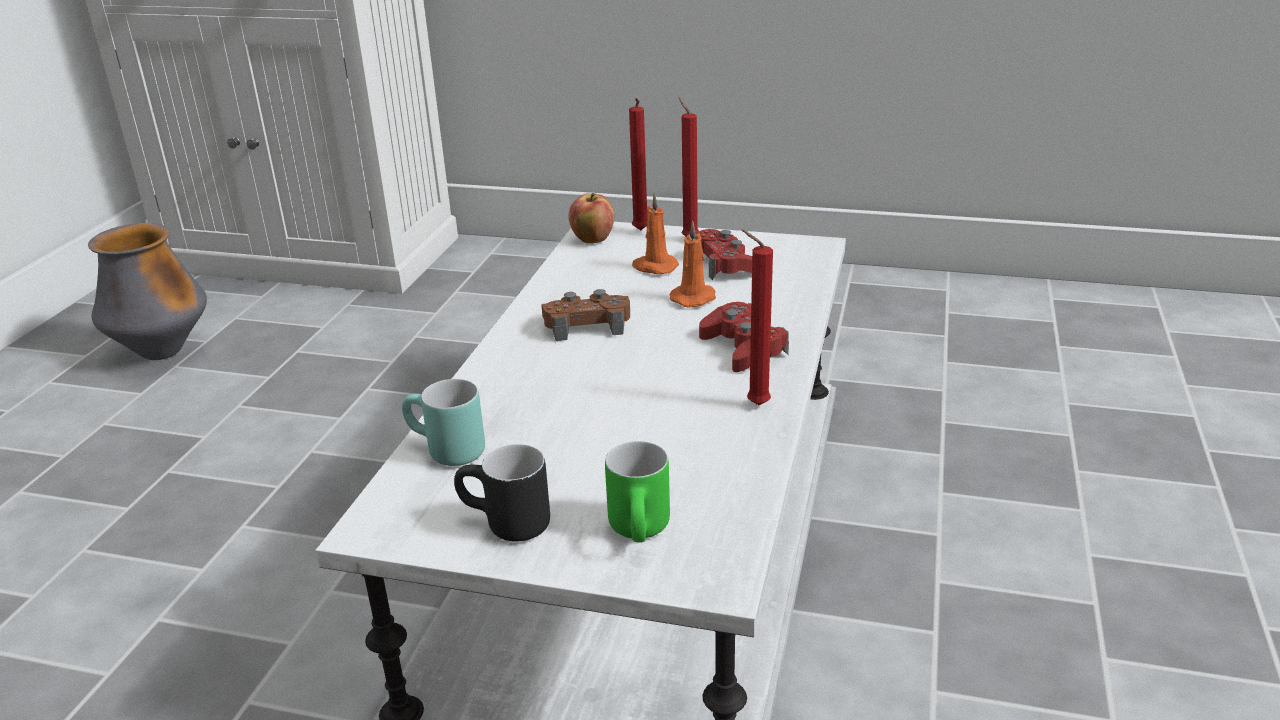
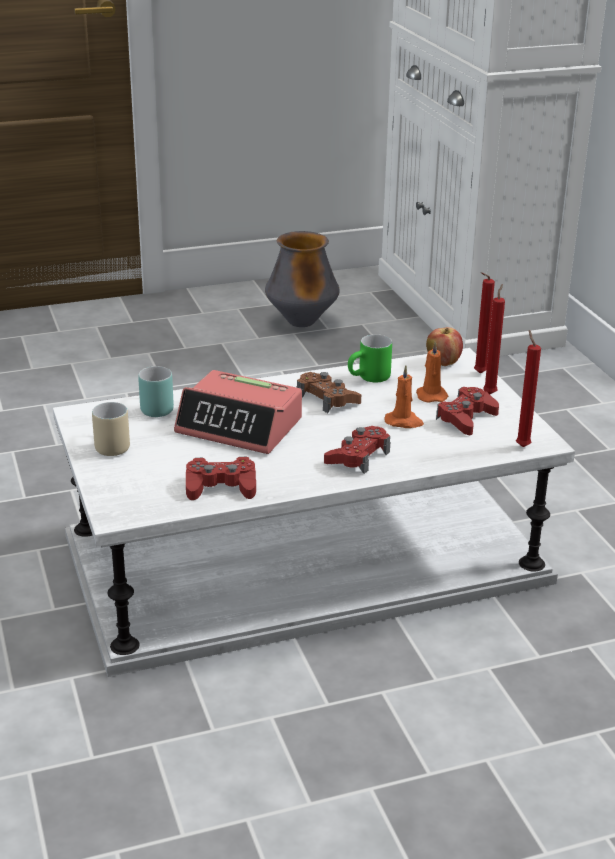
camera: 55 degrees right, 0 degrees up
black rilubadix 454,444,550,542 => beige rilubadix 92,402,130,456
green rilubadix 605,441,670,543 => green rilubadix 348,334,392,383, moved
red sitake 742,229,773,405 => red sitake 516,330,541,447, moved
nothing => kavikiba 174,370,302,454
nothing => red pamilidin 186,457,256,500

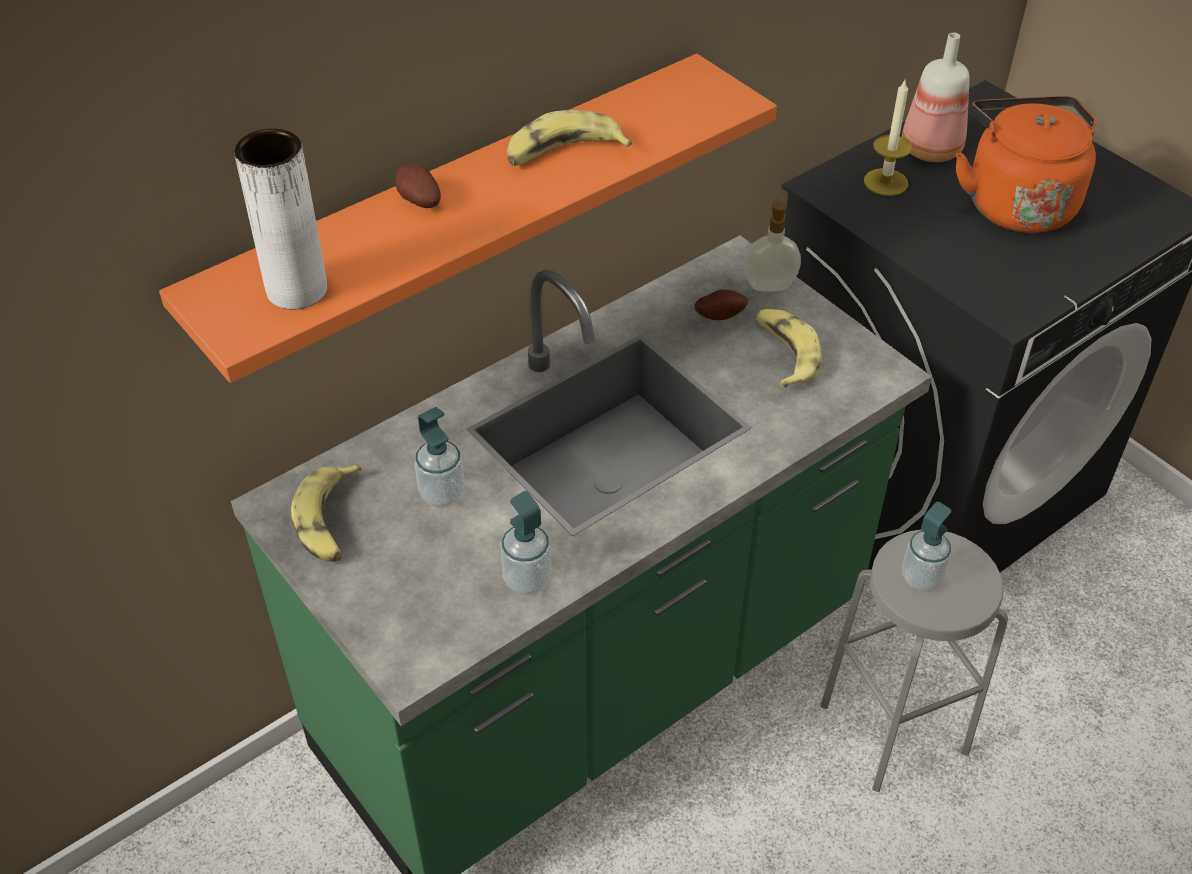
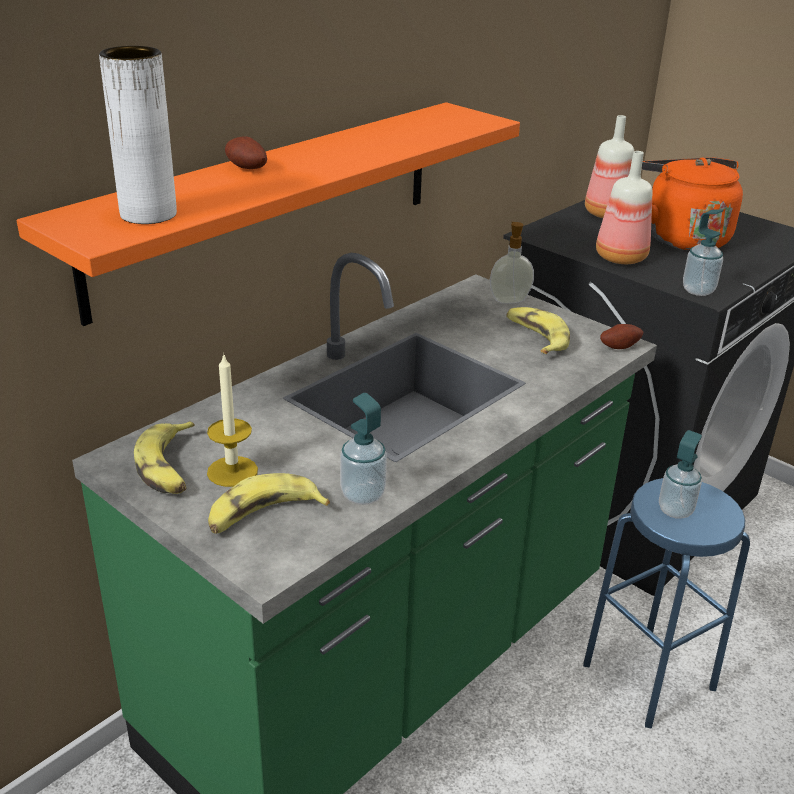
camera: 10 degrees left, 15 degrees down
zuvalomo 415,407,465,508 => zuvalomo 683,209,723,296, moved
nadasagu 507,110,632,166 => nadasagu 208,473,330,534, moved
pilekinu 694,289,748,320 => pilekinu 600,324,643,349, moved
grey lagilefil 820,530,1008,792 => blue lagilefil 583,478,750,728
sitake 864,78,912,196 => sitake 207,353,258,487, moved
nothing => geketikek 596,151,652,264

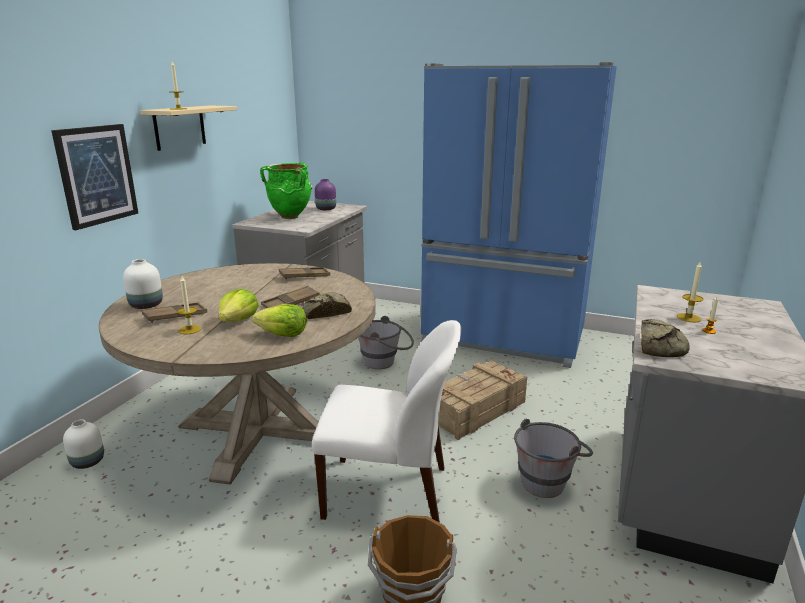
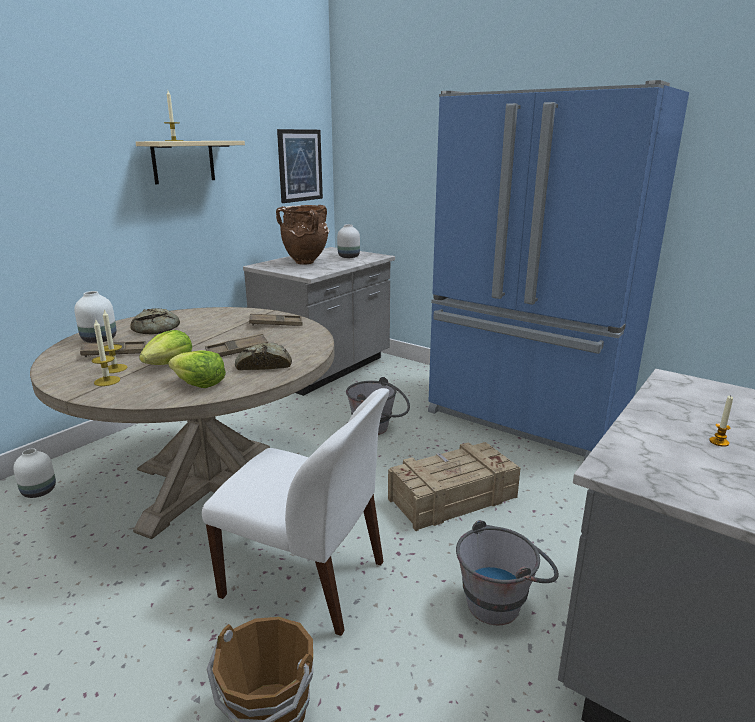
camera: 15 degrees right, 0 degrees up
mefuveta 51,124,138,230 => mefuveta 277,129,323,203, moved
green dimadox 260,162,312,219 => brown dimadox 276,205,329,265
purple dimadox 315,179,336,210 => white dimadox 337,224,360,258
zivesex 641,319,689,357 => zivesex 130,308,180,334, moved
sitake 677,262,703,323 => sitake 92,320,120,386, moved

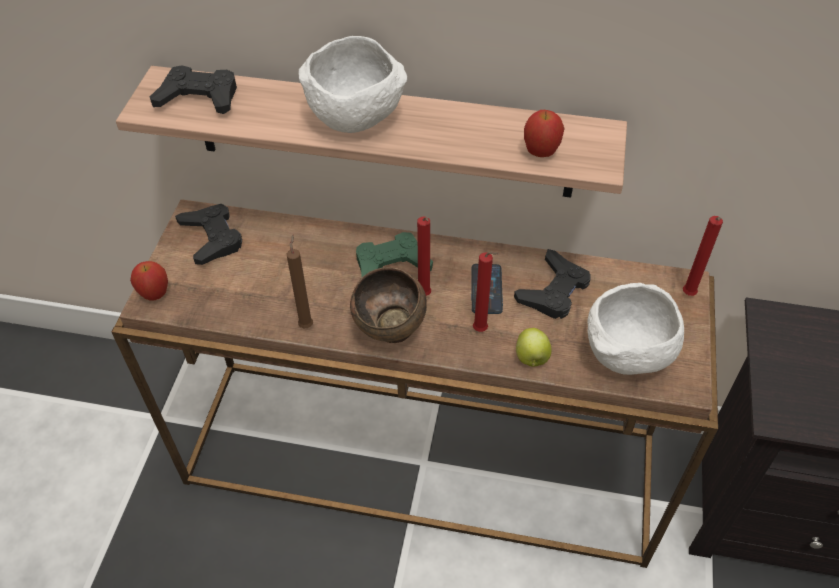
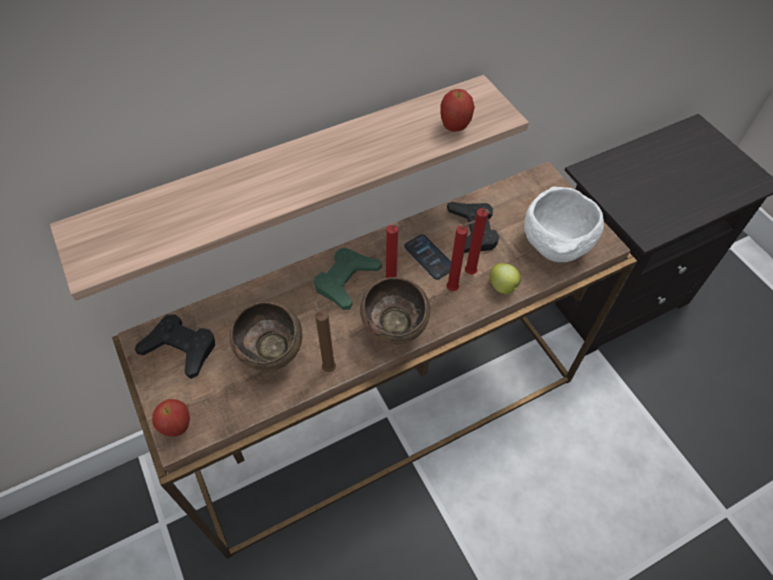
camera: 40 degrees left, 5 degrees up
black pamilidin 150,65,237,114 => nothing
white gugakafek 299,36,407,133 => nothing
red sitake 683,216,723,296 => red sitake 465,208,490,274, moved
nothing => brown gugakafek 230,302,303,371

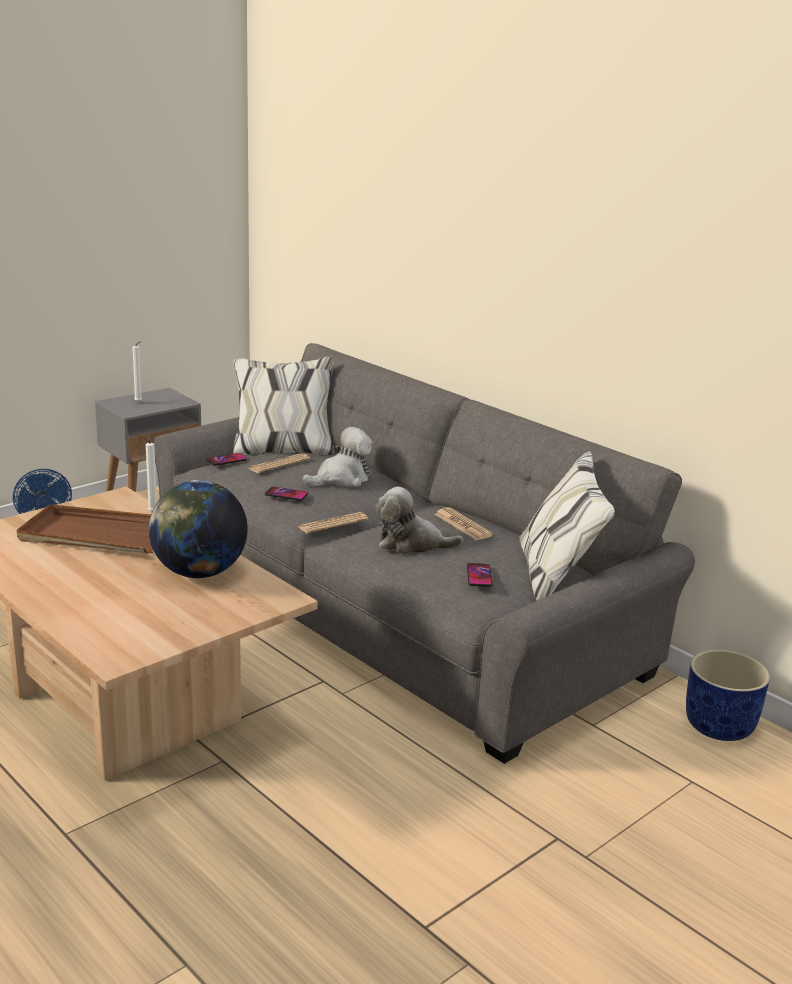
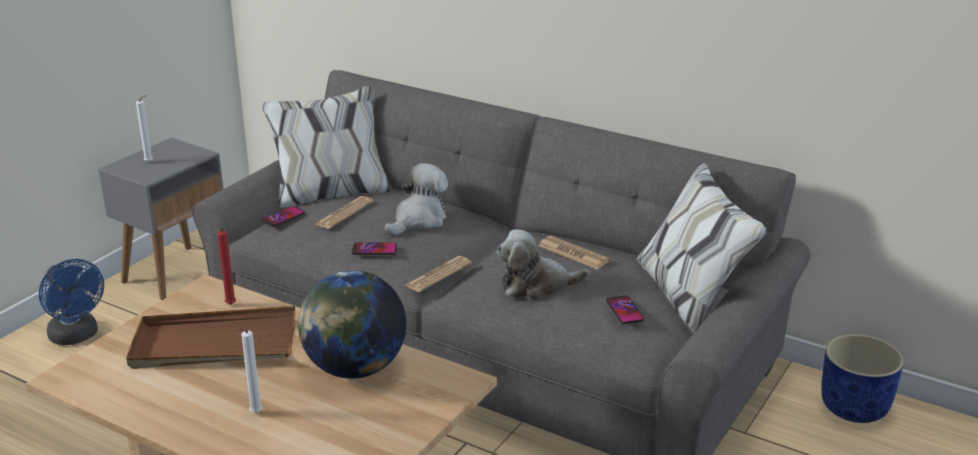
camera: 15 degrees left, 5 degrees up
white sitake 142,438,157,512 => white sitake 239,329,262,413, moved
nothing => red sitake 217,228,236,305

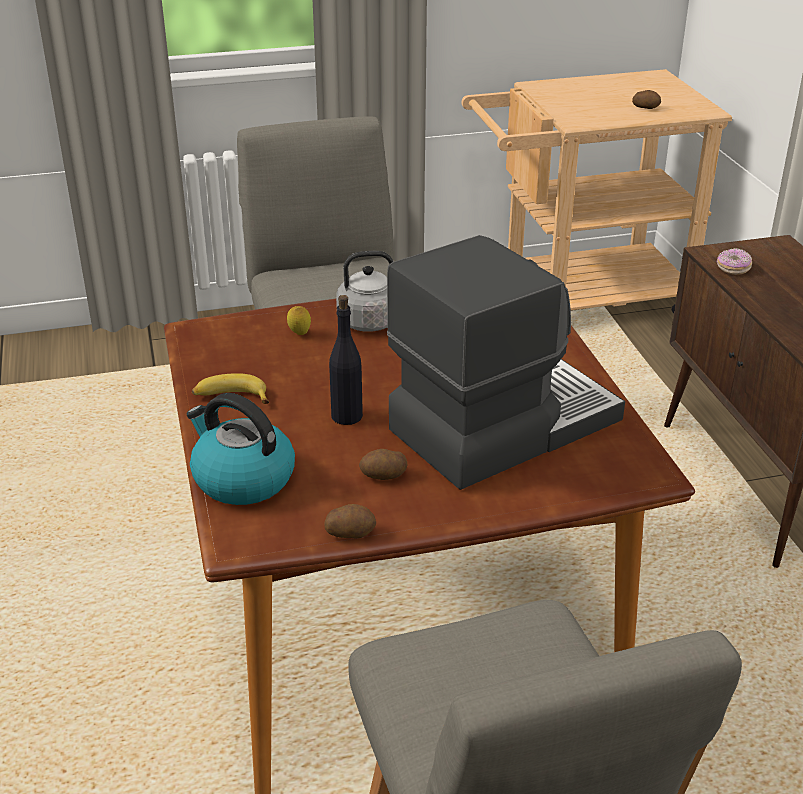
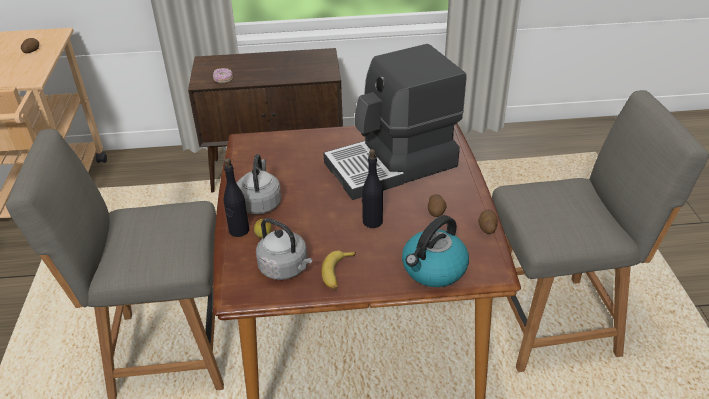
camera: 80 degrees left, 5 degrees up
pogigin 387,235,625,490 => pogigin 323,44,466,200, 90 degrees counterclockwise
nothing => black geketikek 223,158,249,237
nothing => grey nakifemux 256,218,312,280

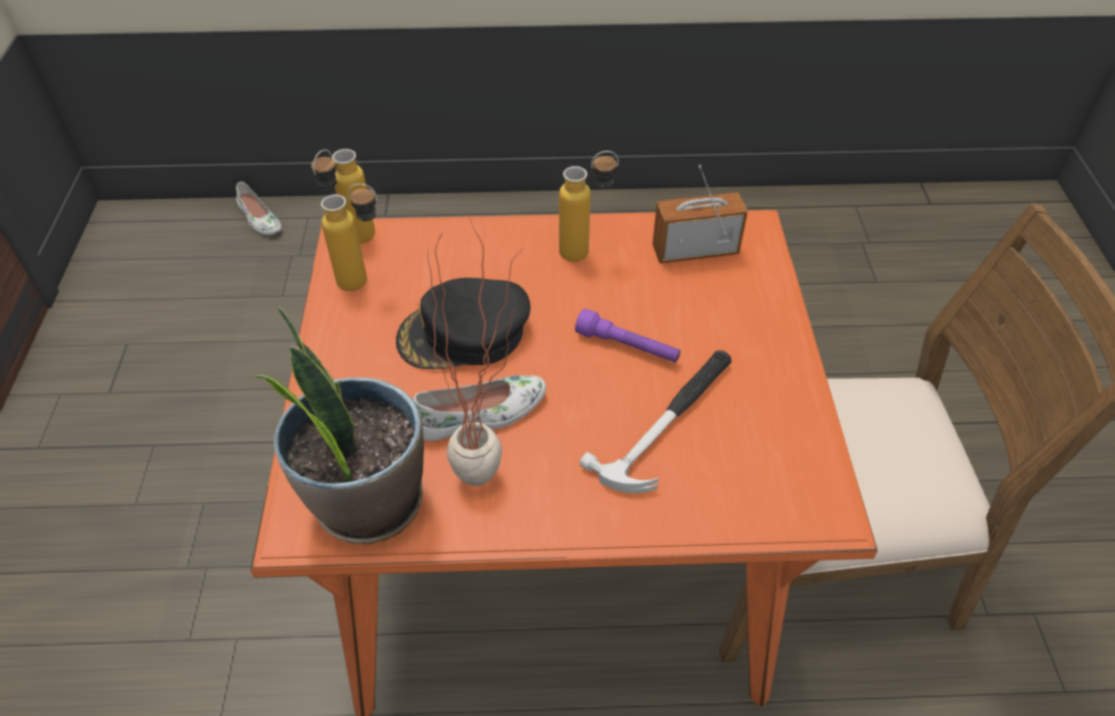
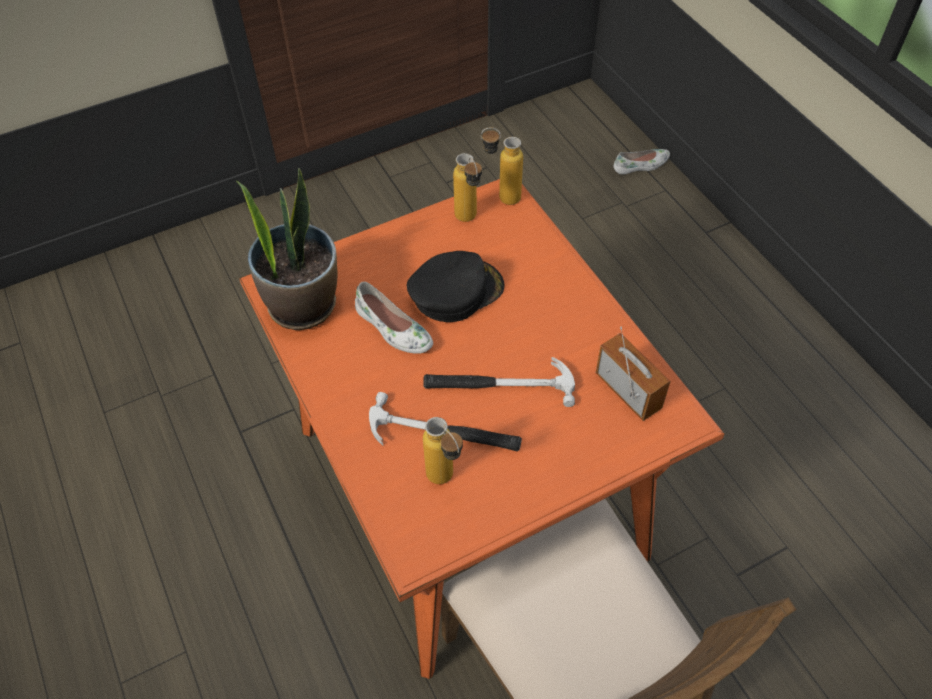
camera: 65 degrees right, 5 degrees up
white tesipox 236,182,282,235 => white tesipox 614,149,670,174, 135 degrees counterclockwise
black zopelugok 396,278,531,369 => black zopelugok 407,251,505,322, 105 degrees clockwise
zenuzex 428,217,523,486 => nothing
geketikek 559,151,619,262 => geketikek 423,417,463,484, moved
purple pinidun 575,309,681,362 => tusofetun 423,357,575,407

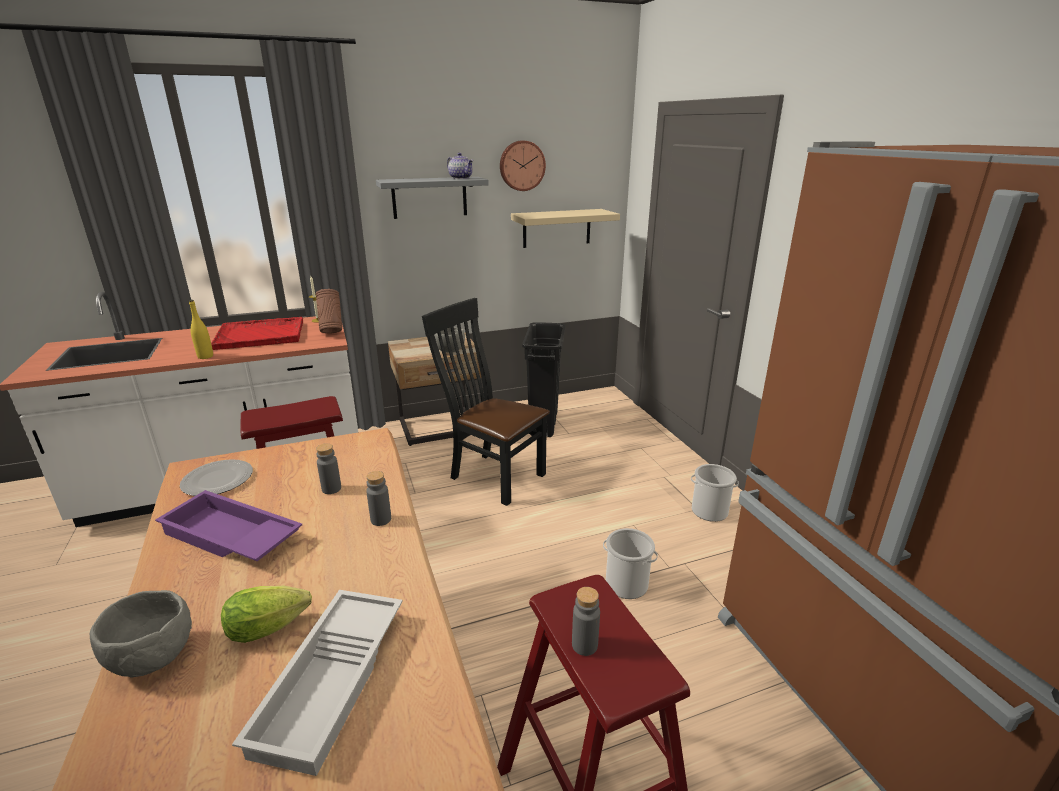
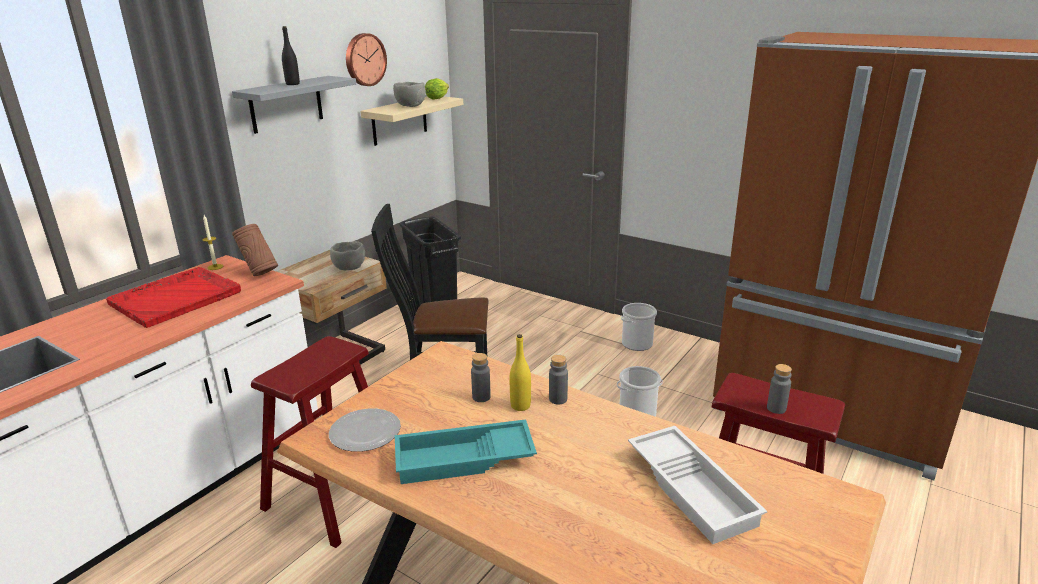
camera: 35 degrees left, 0 degrees up
grey gugakafek 90,590,192,678 => grey gugakafek 393,82,426,107, moved
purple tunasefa 155,490,302,561 => turquoise tunasefa 395,419,537,484
yellow geketikek 189,300,213,359 => yellow geketikek 510,334,531,411, moved
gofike 221,586,312,643 => gofike 425,78,449,100, moved
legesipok 447,153,473,179 => nothing
nothing => black geketikek 282,26,300,85

